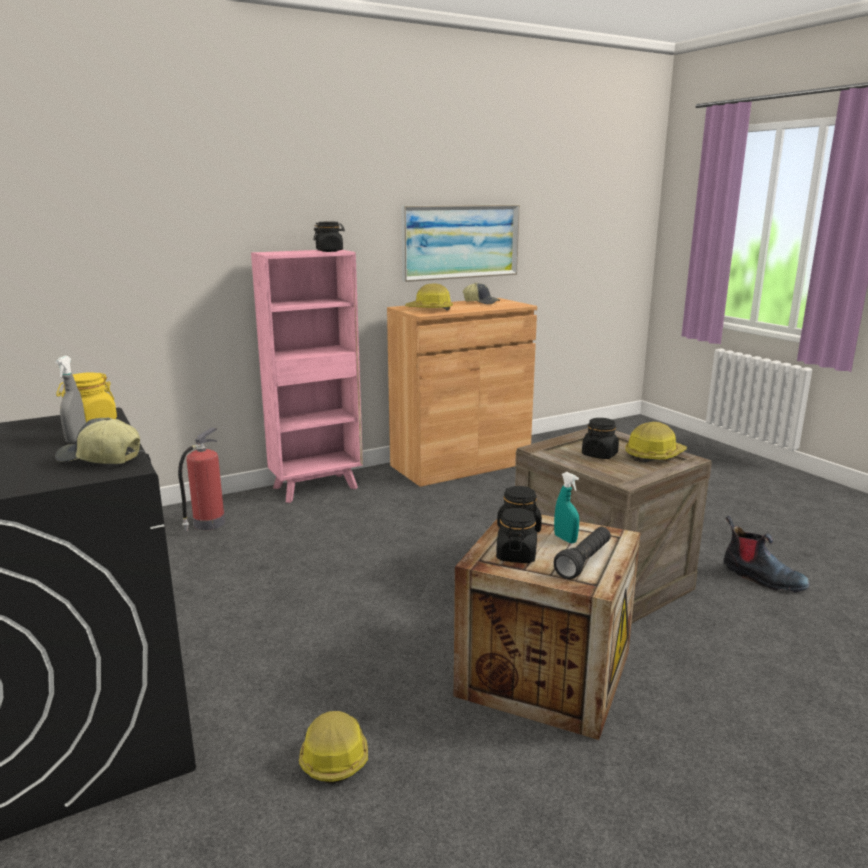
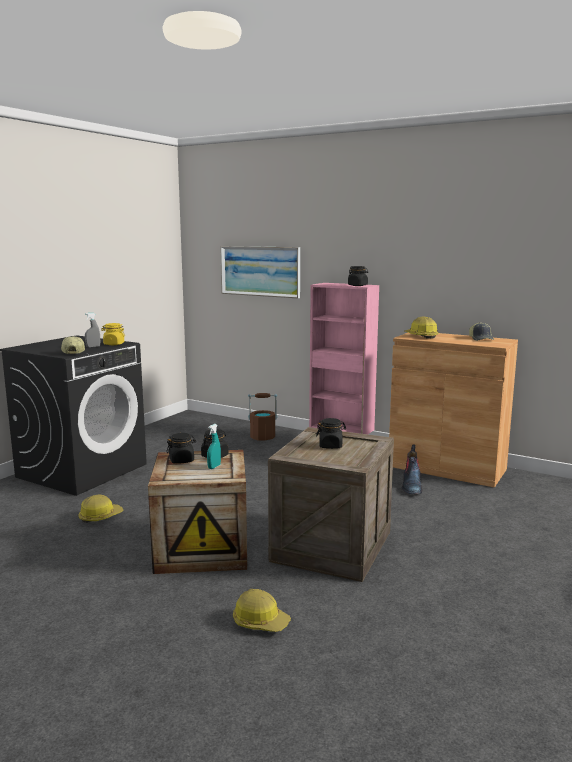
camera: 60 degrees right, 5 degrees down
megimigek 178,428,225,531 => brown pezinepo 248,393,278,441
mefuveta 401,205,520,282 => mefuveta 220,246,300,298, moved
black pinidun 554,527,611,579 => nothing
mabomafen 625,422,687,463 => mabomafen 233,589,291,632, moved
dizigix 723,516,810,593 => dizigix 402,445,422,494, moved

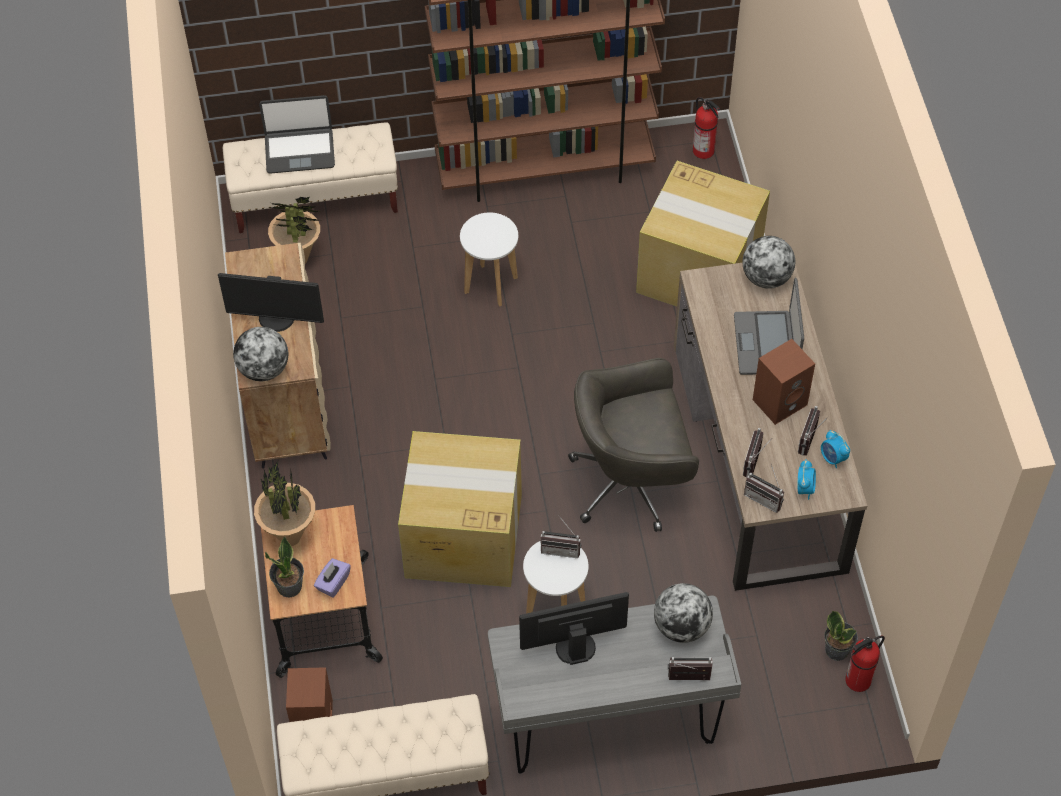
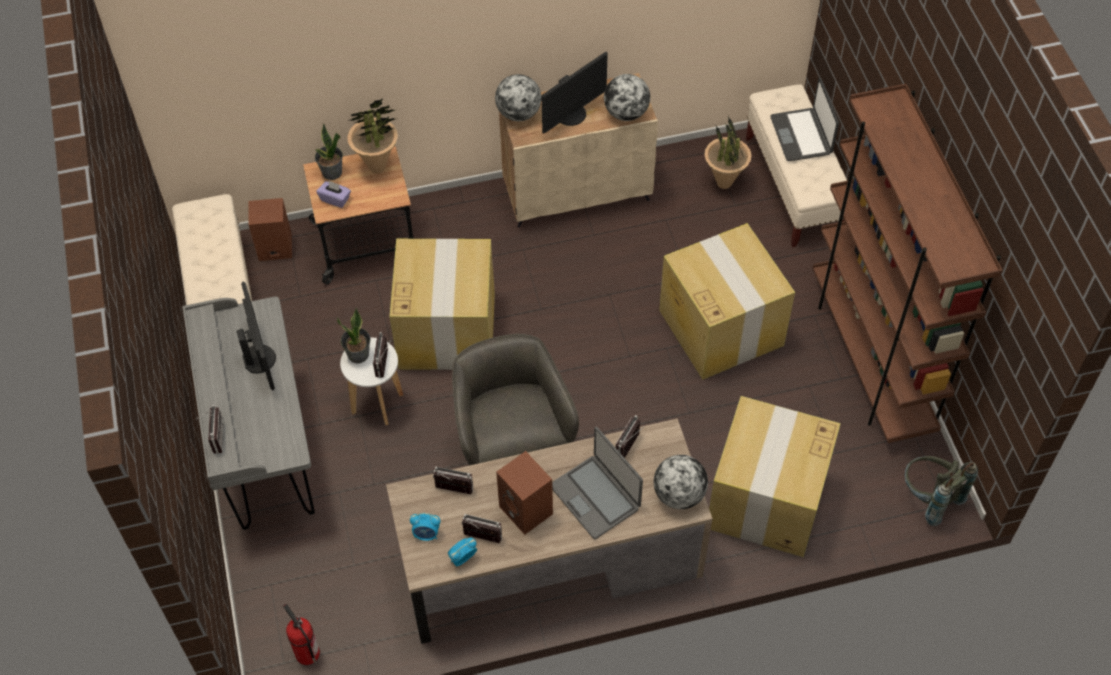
camera: 85 degrees right, 0 degrees up
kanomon 218,273,324,332 => kanomon 542,52,608,134, 135 degrees counterclockwise
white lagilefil 460,212,518,307 => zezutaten 659,223,795,380
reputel 654,583,713,643 => reputel 604,74,650,121, moved
megimigek 693,97,720,159 => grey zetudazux 905,456,978,526
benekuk 734,278,804,375 => benekuk 552,427,643,539, 120 degrees counterclockwise
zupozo 744,465,784,513 => zupozo 616,415,644,458, moved
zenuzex 824,610,858,661 => zenuzex 337,308,371,363, moved

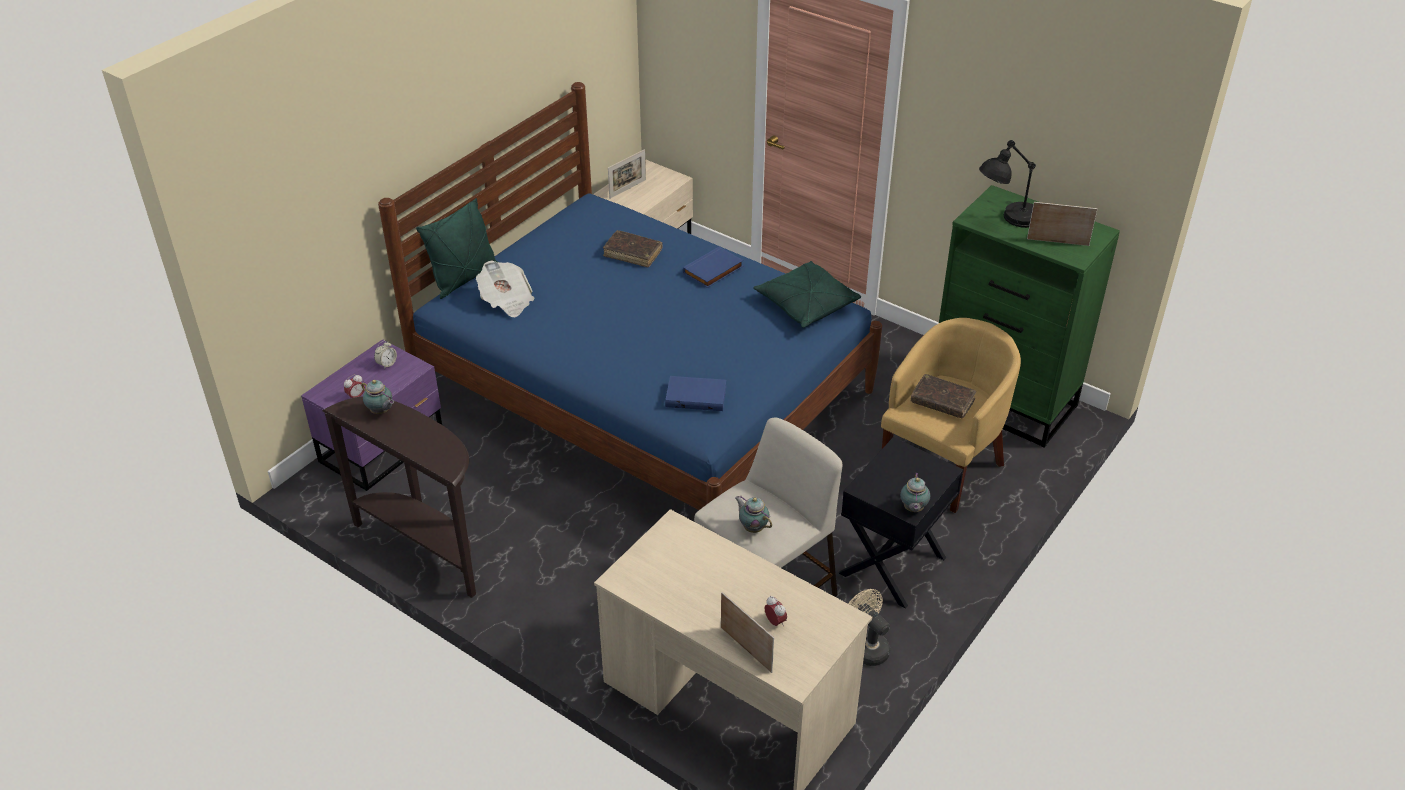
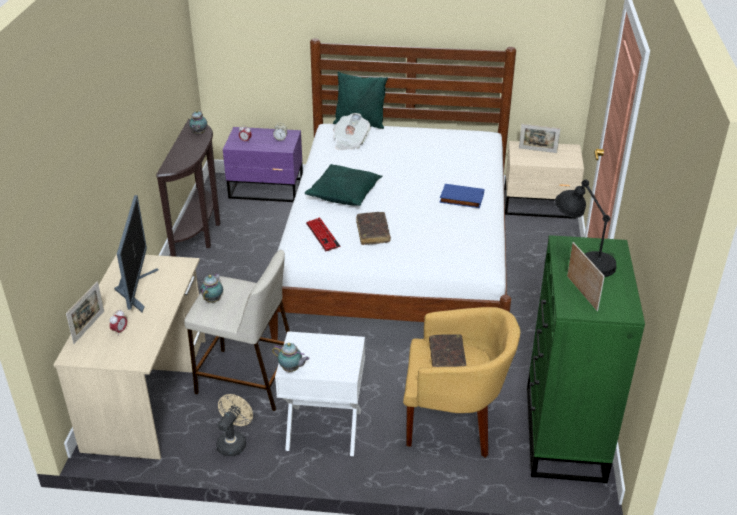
camera: 60 degrees right, 5 degrees down
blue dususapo 378,82,882,510 => white dususapo 269,38,516,340
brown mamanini 603,230,663,267 => brown mamanini 356,212,391,245, moved
blue mamanini 665,376,726,411 => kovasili 306,217,340,251
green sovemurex 753,261,861,328 => green sovemurex 305,164,382,206, moved
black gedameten 839,437,963,608 => white gedameten 275,331,365,456
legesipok 900,472,930,512 => legesipok 272,343,309,372, 135 degrees counterclockwise
nothing => kanomon 114,195,159,312

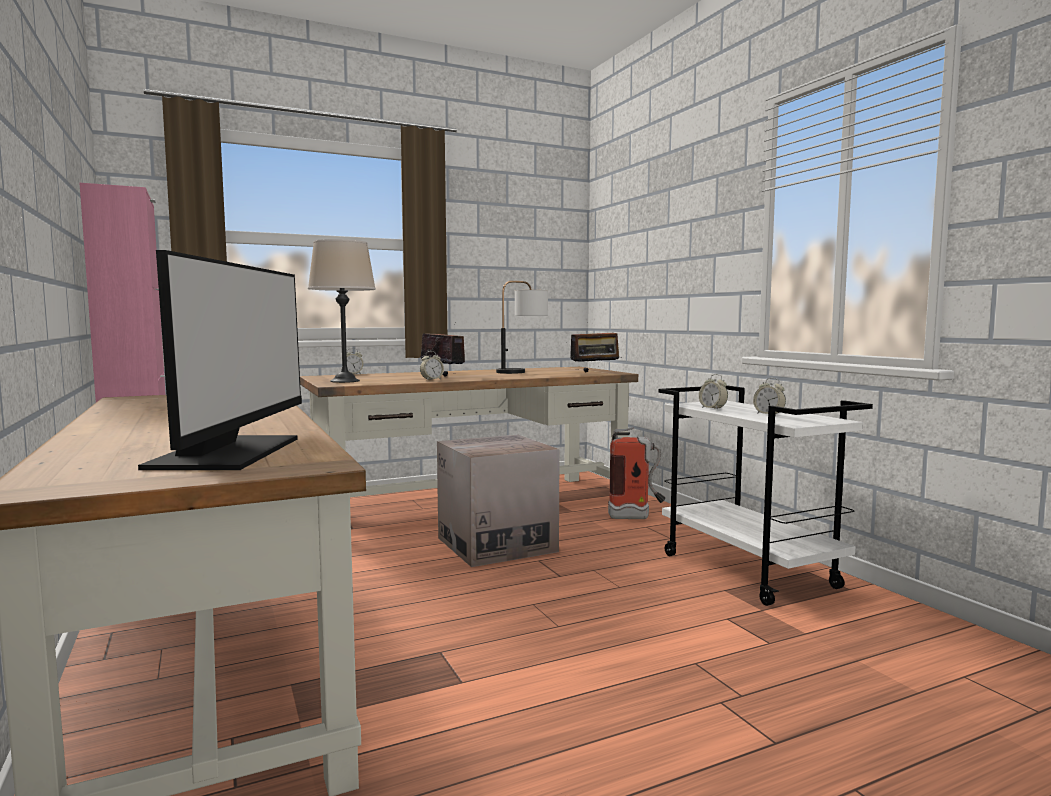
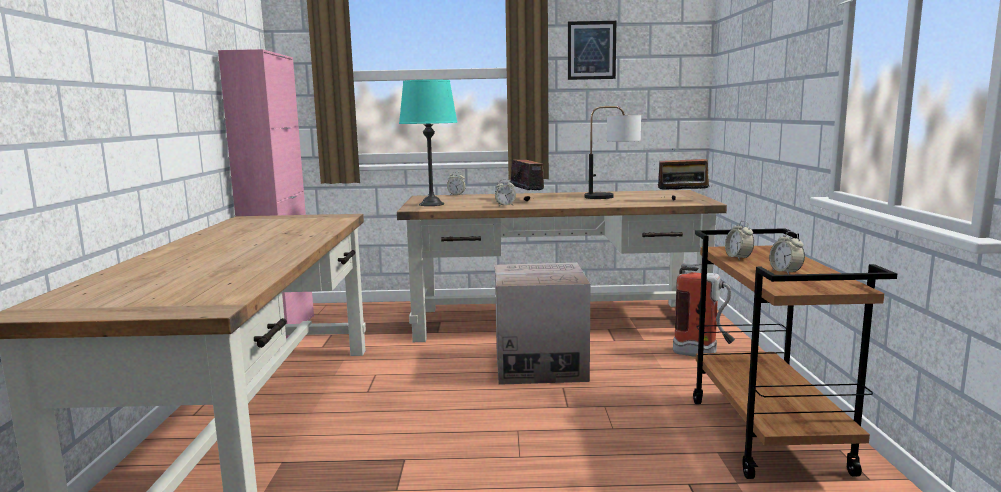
camera: 25 degrees right, 5 degrees up
kanomon 138,250,302,470 => nothing
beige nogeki 308,239,376,383 => turquoise nogeki 399,79,458,206
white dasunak 659,385,873,606 => brown dasunak 693,228,897,479
nothing => mefuveta 568,21,616,80

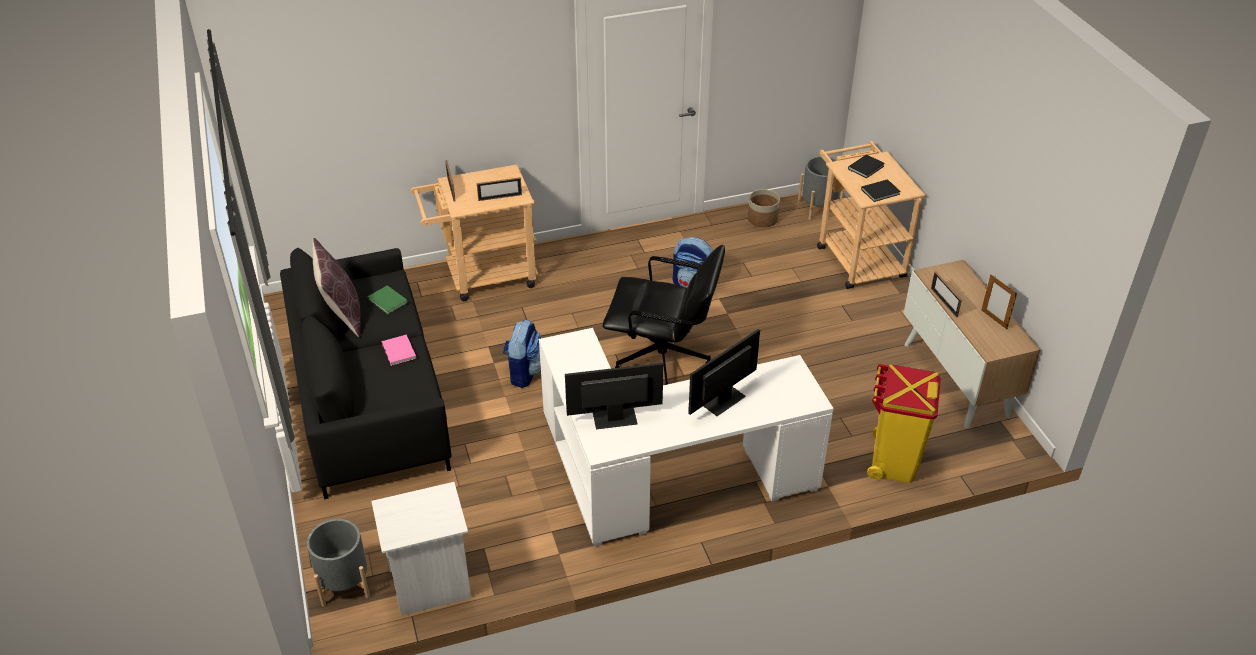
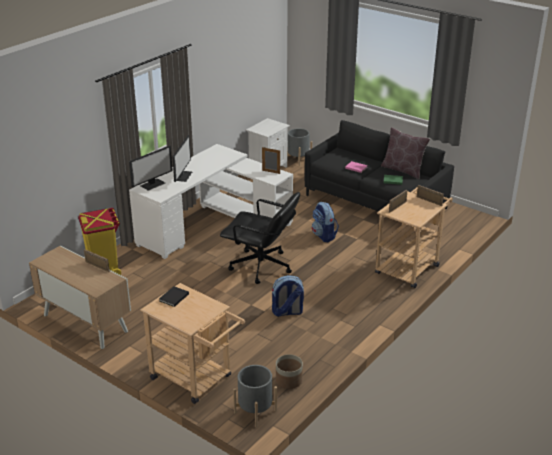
camera: 145 degrees right, 10 degrees down
kanomon 565,363,664,429 => kanomon 129,146,173,191, moved
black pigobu 603,245,725,385 => black pigobu 220,192,300,284, 135 degrees counterclockwise
black mamanini 848,154,885,178 => nothing
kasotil 981,274,1017,329 => kasotil 262,147,280,174, moved

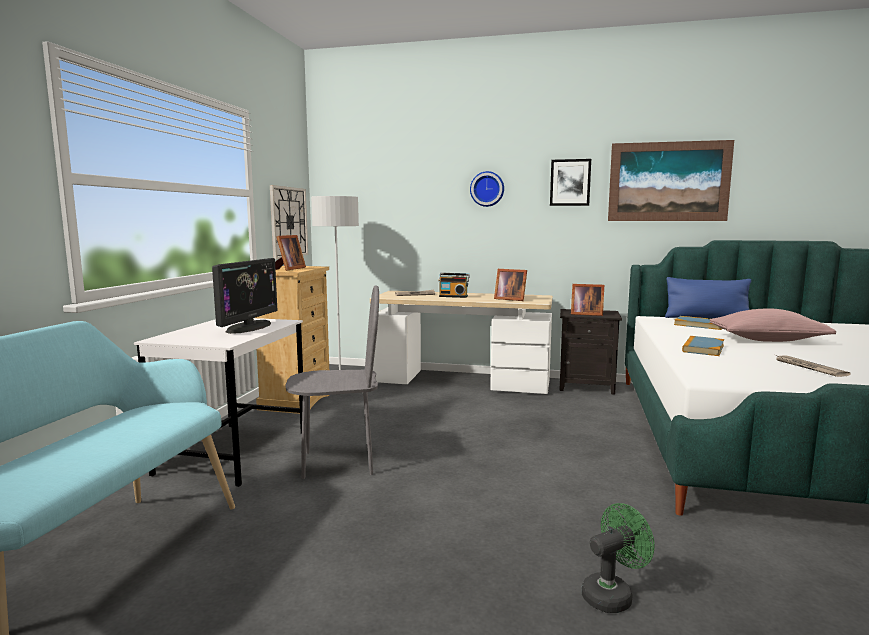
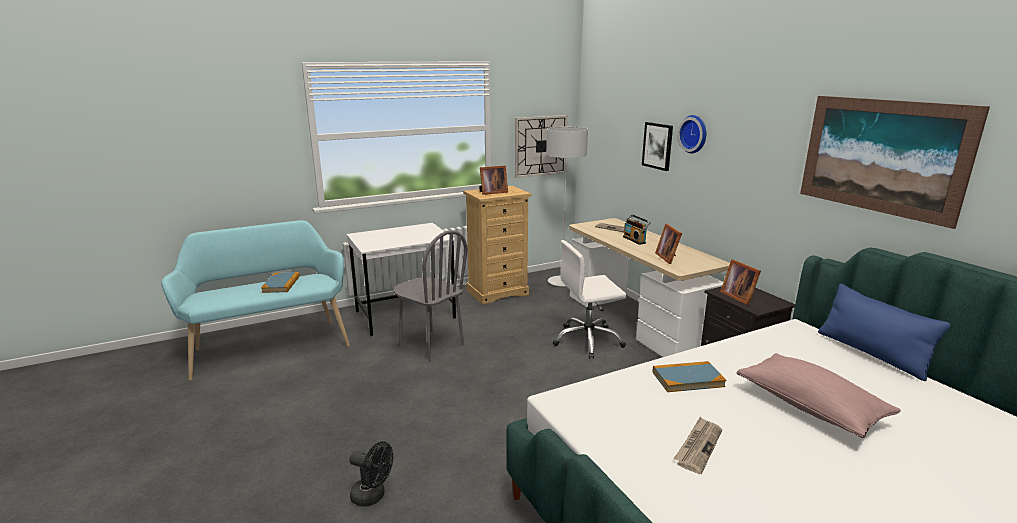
camera: 50 degrees right, 10 degrees up
kanomon 212,258,277,334 => nothing
mefuveta 550,159,591,206 => mefuveta 642,122,673,171, moved
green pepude 581,503,655,613 => black pepude 349,441,393,507
mamanini 674,316,723,330 => mamanini 261,272,300,293, moved
nothing => white pigobu 553,240,626,359

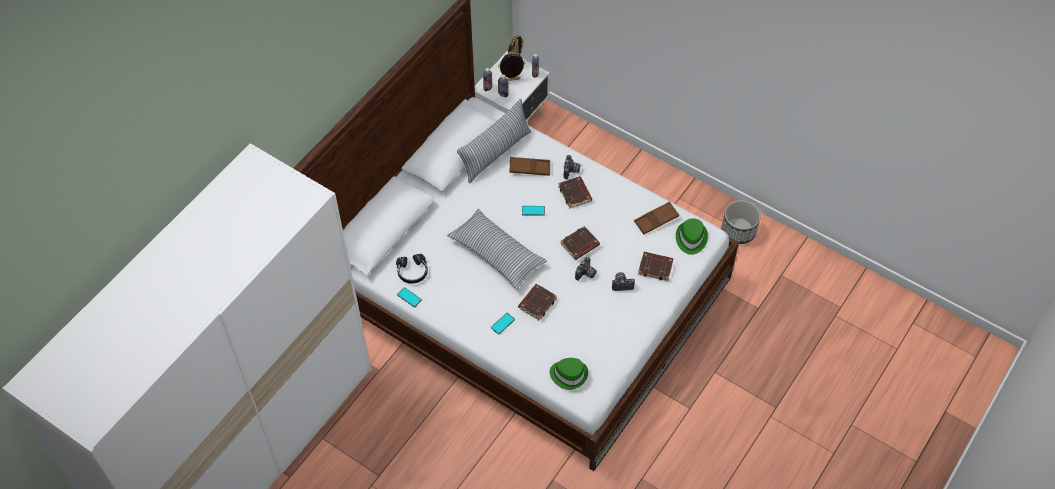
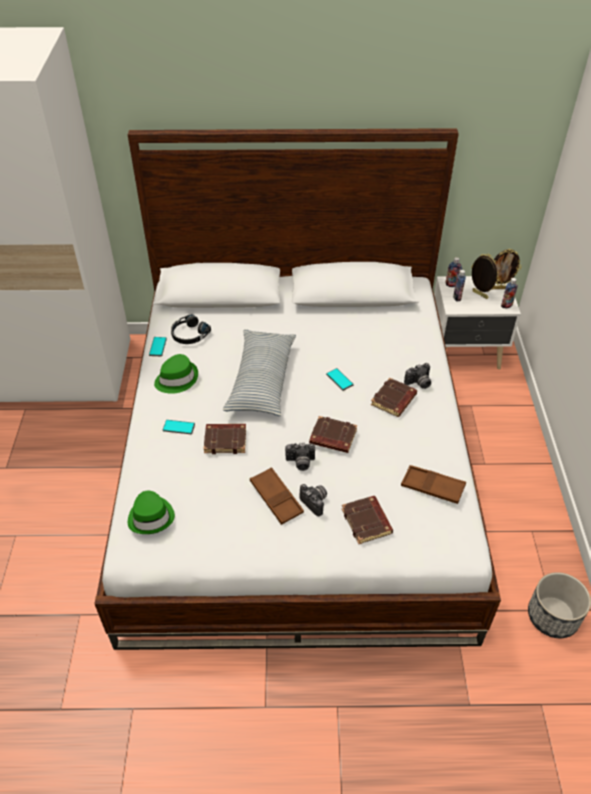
camera: 55 degrees right, 10 degrees down
sovemurex 457,99,531,183 => nothing
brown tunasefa 509,157,550,176 => brown tunasefa 250,467,304,525, moved
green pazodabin 676,218,708,255 => green pazodabin 154,354,198,394, moved

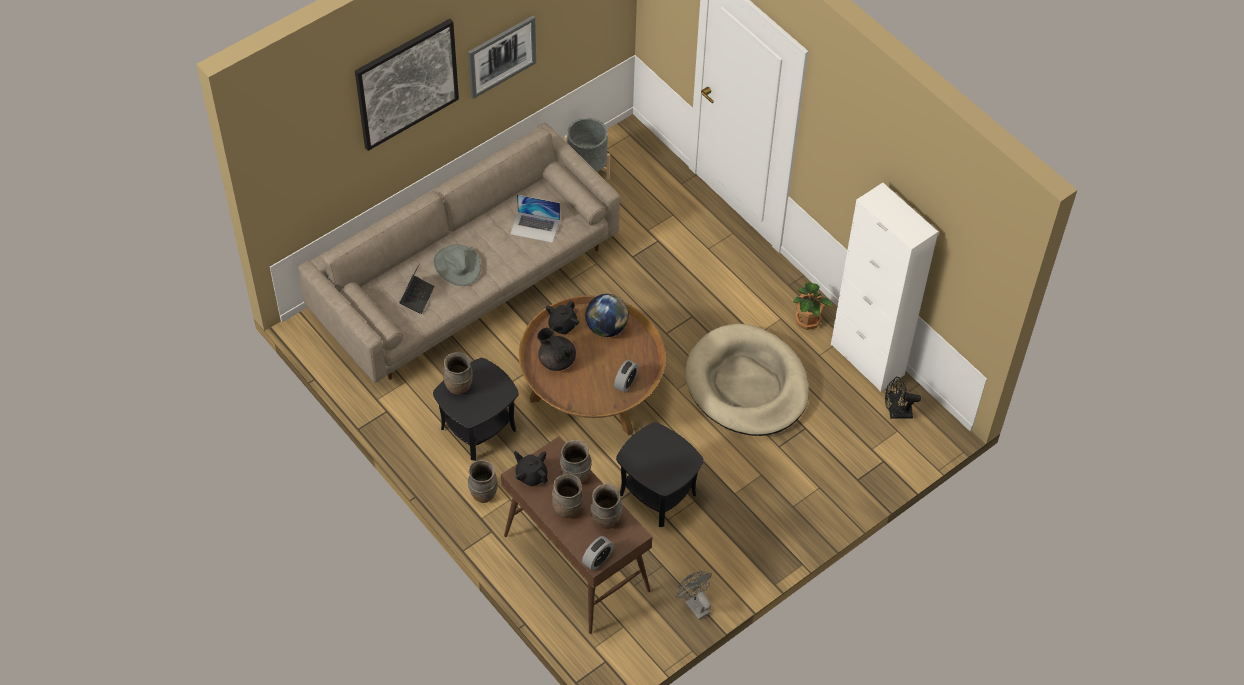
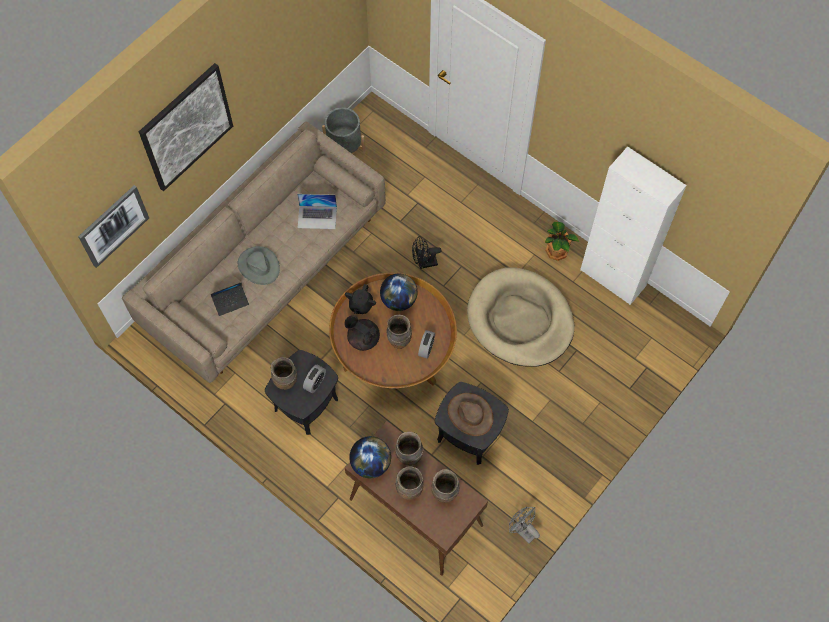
camera: 10 degrees left, 10 degrees up
benekuk 399,265,435,314 => benekuk 211,282,249,316, 60 degrees clockwise
mefuveta 468,16,536,99 => mefuveta 78,185,149,268, moved
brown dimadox 468,460,498,503 => brown dimadox 387,315,412,349, moved
black legesipok 514,451,548,487 => reputel 349,436,391,478
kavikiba 582,536,614,571 => kavikiba 303,364,326,393, moved
black pepude 885,377,921,419 => black pepude 412,236,442,269, moved
nothing => brown pazodabin 447,393,494,436

